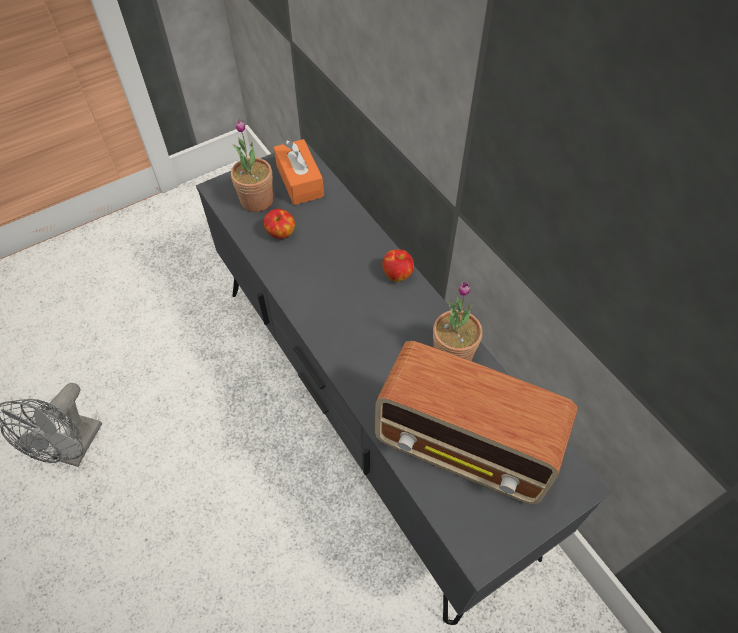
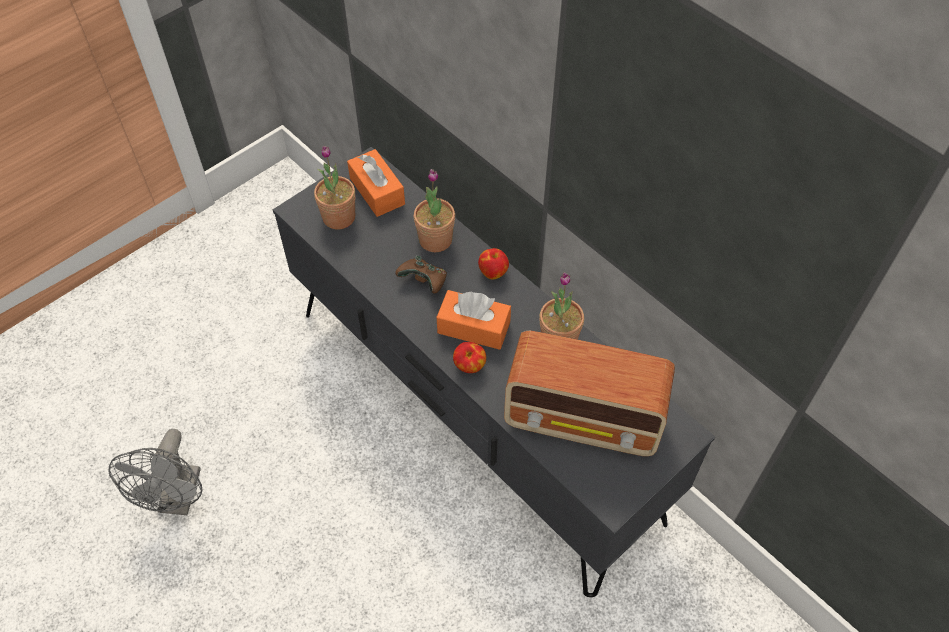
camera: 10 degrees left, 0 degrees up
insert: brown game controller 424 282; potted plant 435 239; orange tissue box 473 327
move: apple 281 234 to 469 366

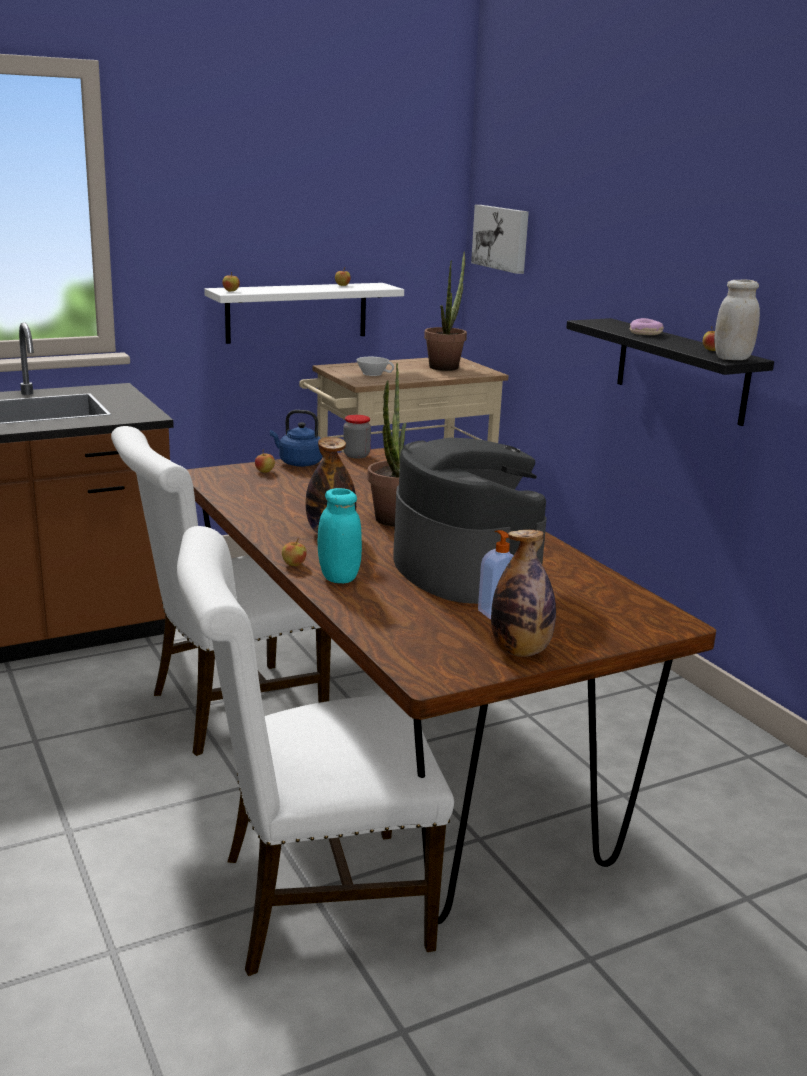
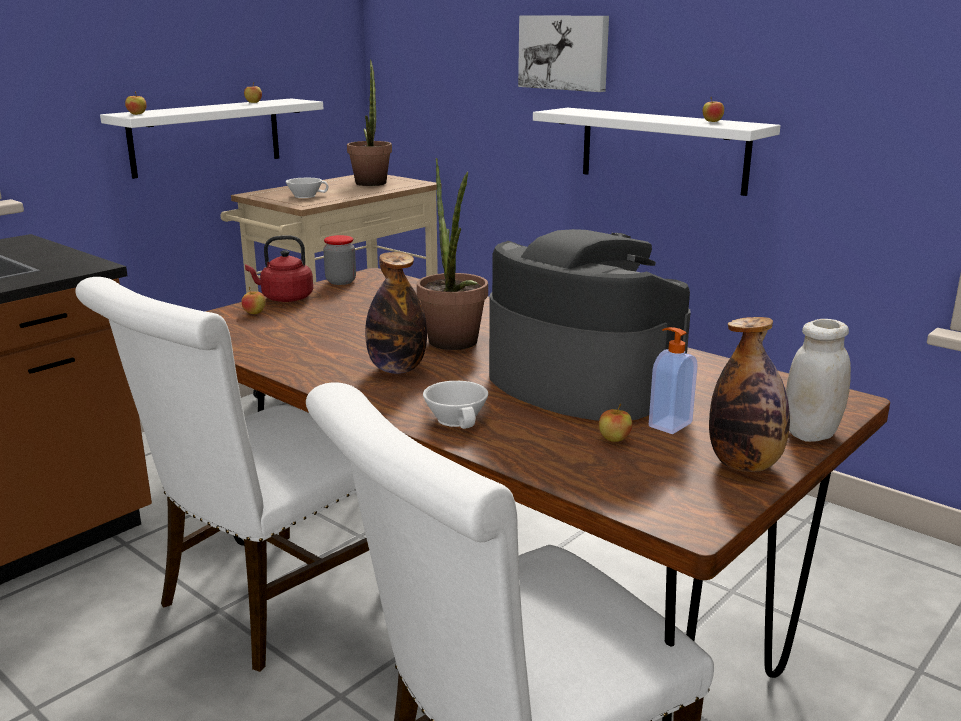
camera: 20 degrees left, 0 degrees up
delete: donut 645 333
move: picture 502 238 to 564 52; apple 294 564 to 614 439; white jar 732 358 to 811 434
replace: turquoise jar 339 577 to white cup 459 419
recolor: blue kettle 298 463 to red kettle 284 298; black shelf 681 370 to white shelf 662 150

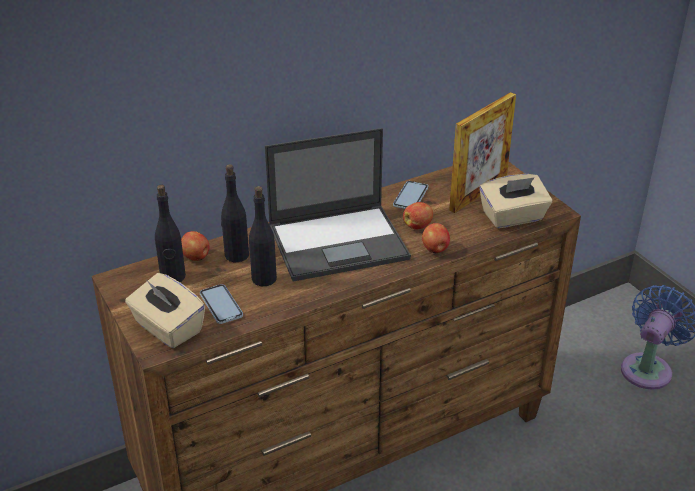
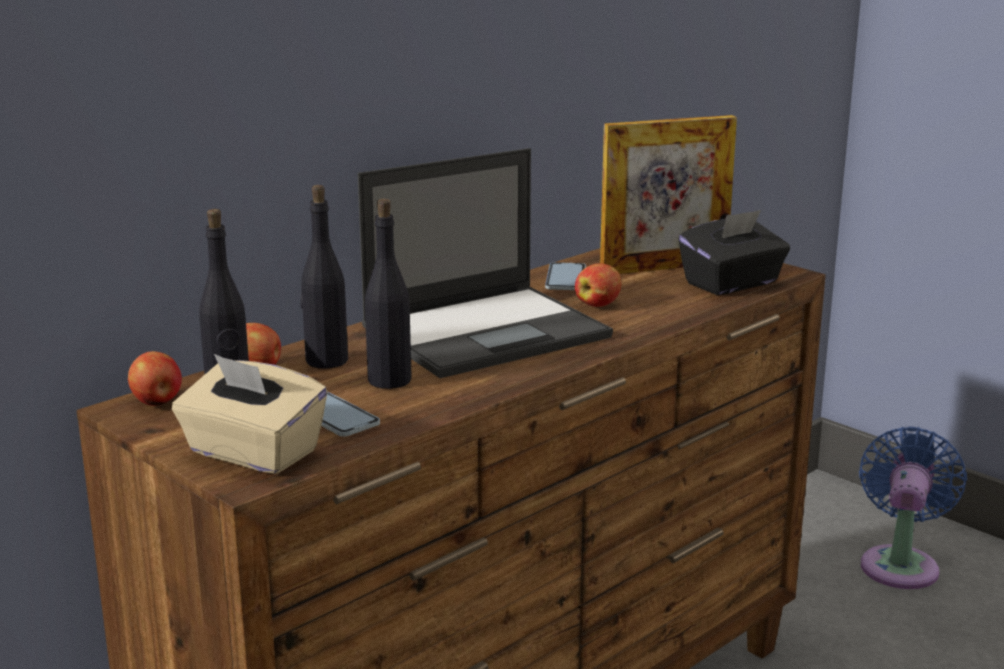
camera: 15 degrees left, 15 degrees down
move: apple 435 249 to 157 402
recolor: beige tissue box 513 217 to black tissue box 732 284
rotate: picture frame 478 194 = 664 267 45 degrees clockwise

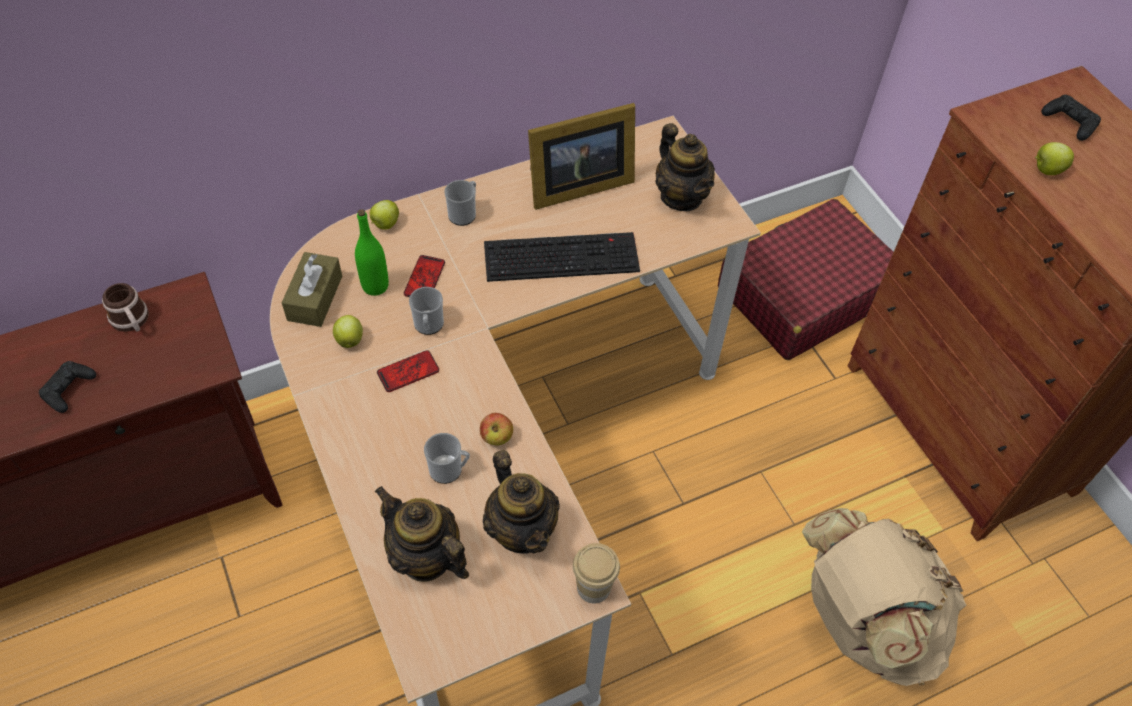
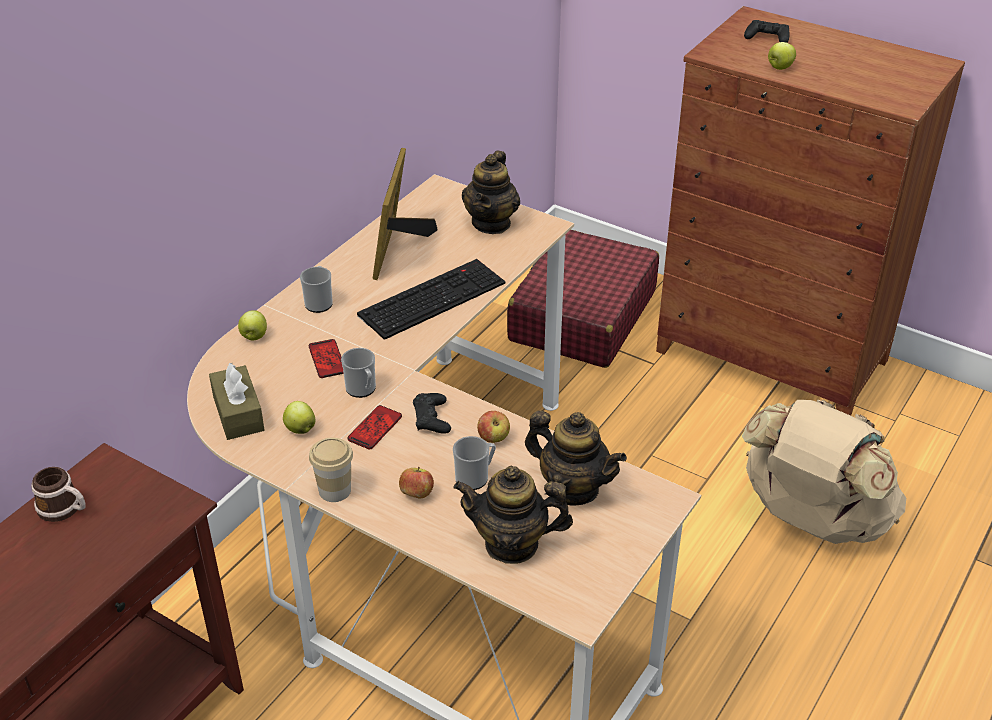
camera: 30 degrees left, 15 degrees down
delete: green bottle 375 286
insert: apple 417 494
move: cup 593 587 to 335 490; black game controller 68 389 to 431 418
rotate: picture frame 576 186 = 398 248 150 degrees clockwise; teapot 681 197 = 491 223 75 degrees clockwise

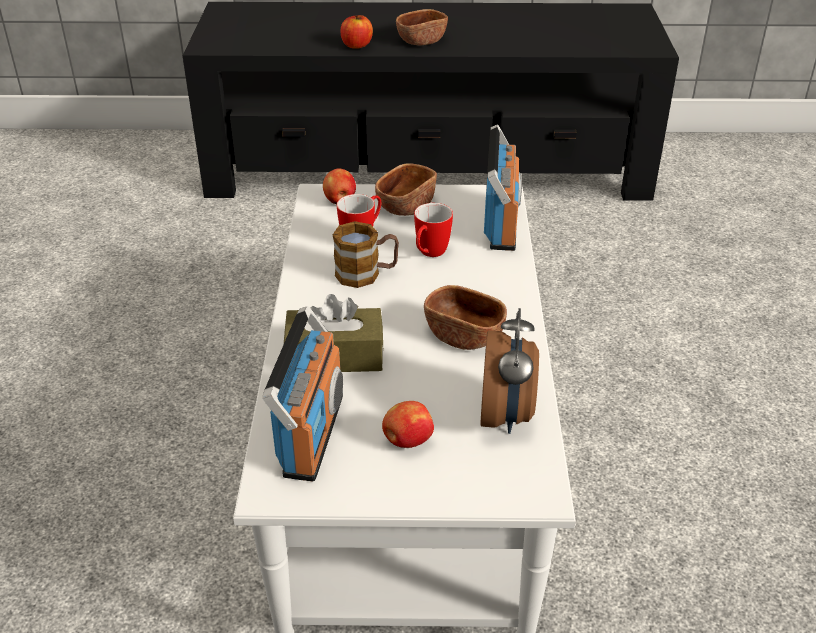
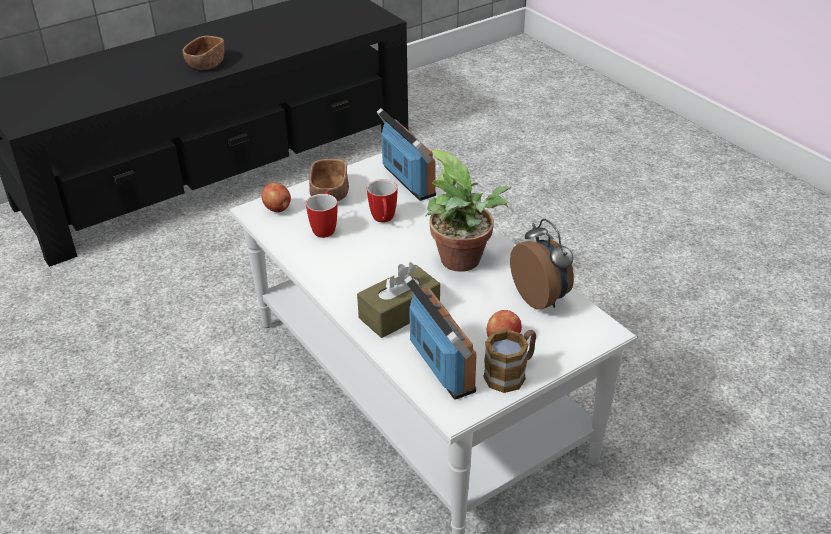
camera: 35 degrees left, 0 degrees up
delete: apple 356 45
move: mug 366 274 to 511 373
replace: brown bowl 464 335 to potted plant 464 262

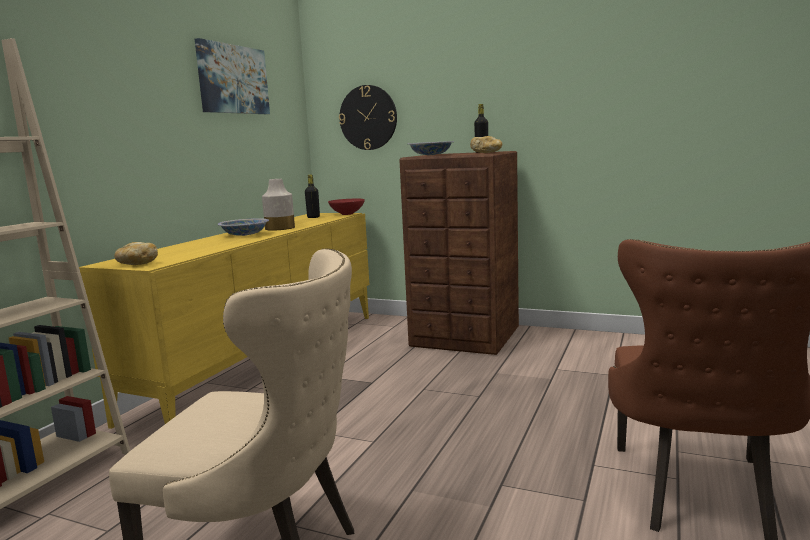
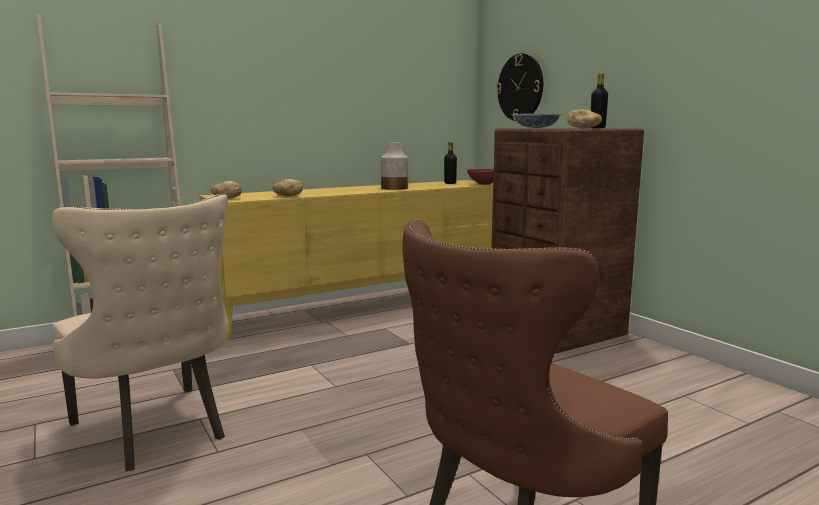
camera: 35 degrees right, 0 degrees up
delete: picture 233 79; bowl 244 235
insert: bread 287 195

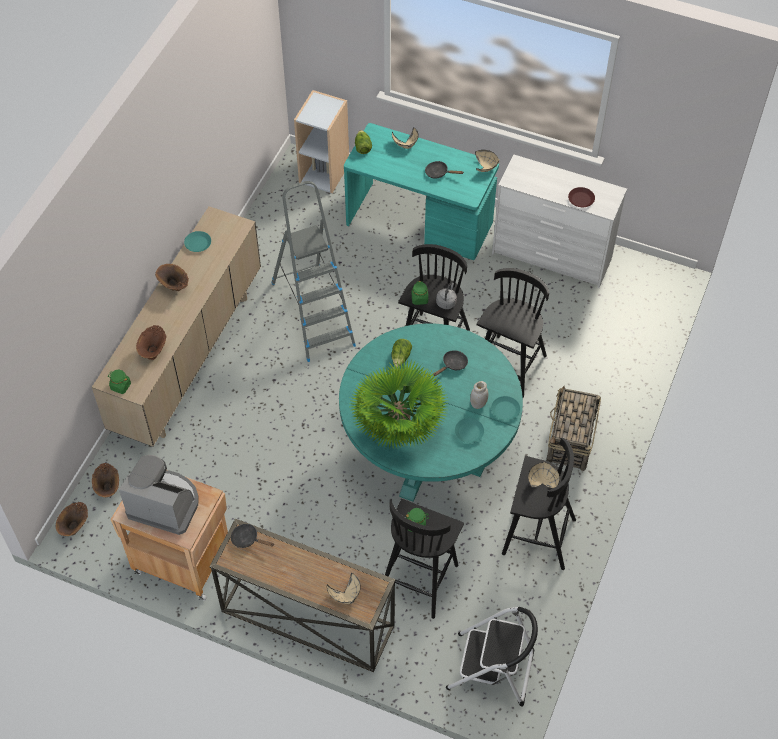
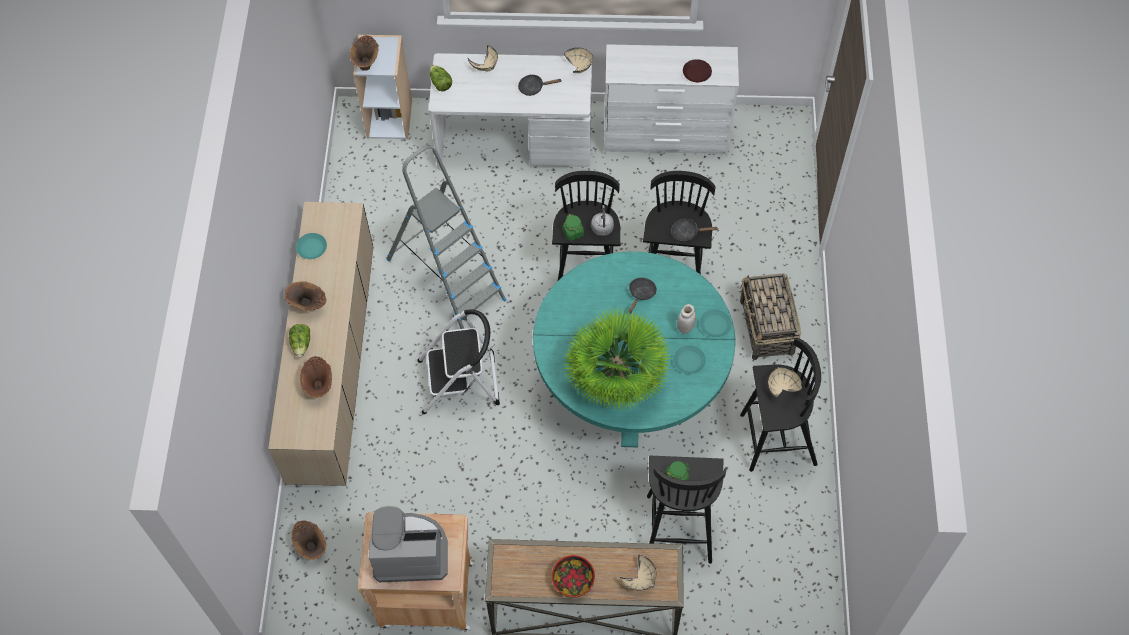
camera: 20 degrees left, 5 degrees up
delete: green jar 120 386
insert: bowl 573 580
move: lettuce 401 357 to 301 344; brown vase 75 527 to 367 63; step ladder 493 670 to 461 382; black frying pan 247 539 to 687 233
recolor: turquoise desk 420 222 to white desk 515 143

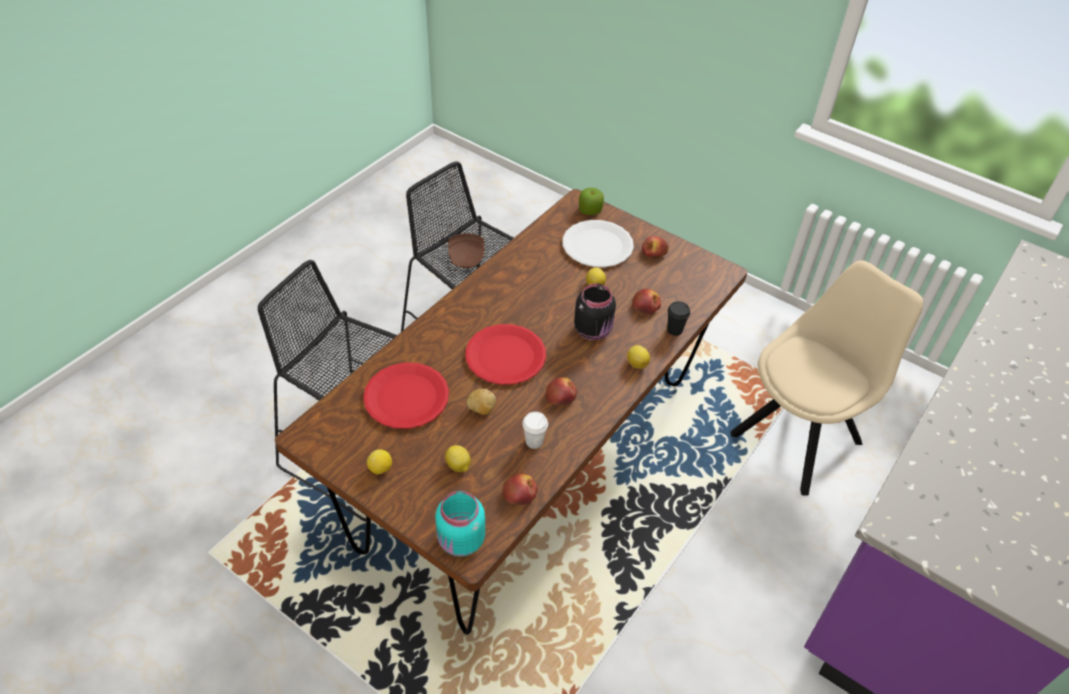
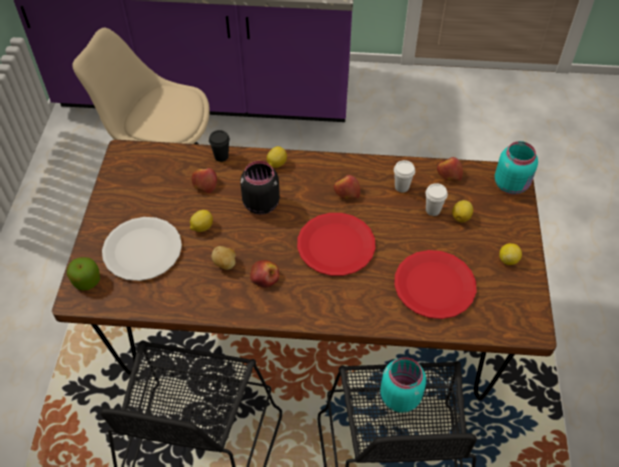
camera: 120 degrees left, 5 degrees up
delete: brown plate 467 258
insert: turquoise jar 400 395; white cup 433 210
move: potato 481 409 to 225 264; apple 654 253 to 265 277

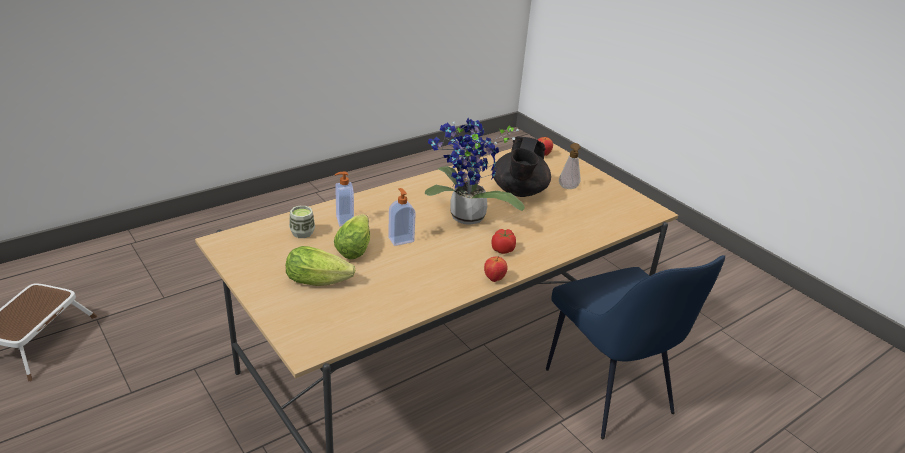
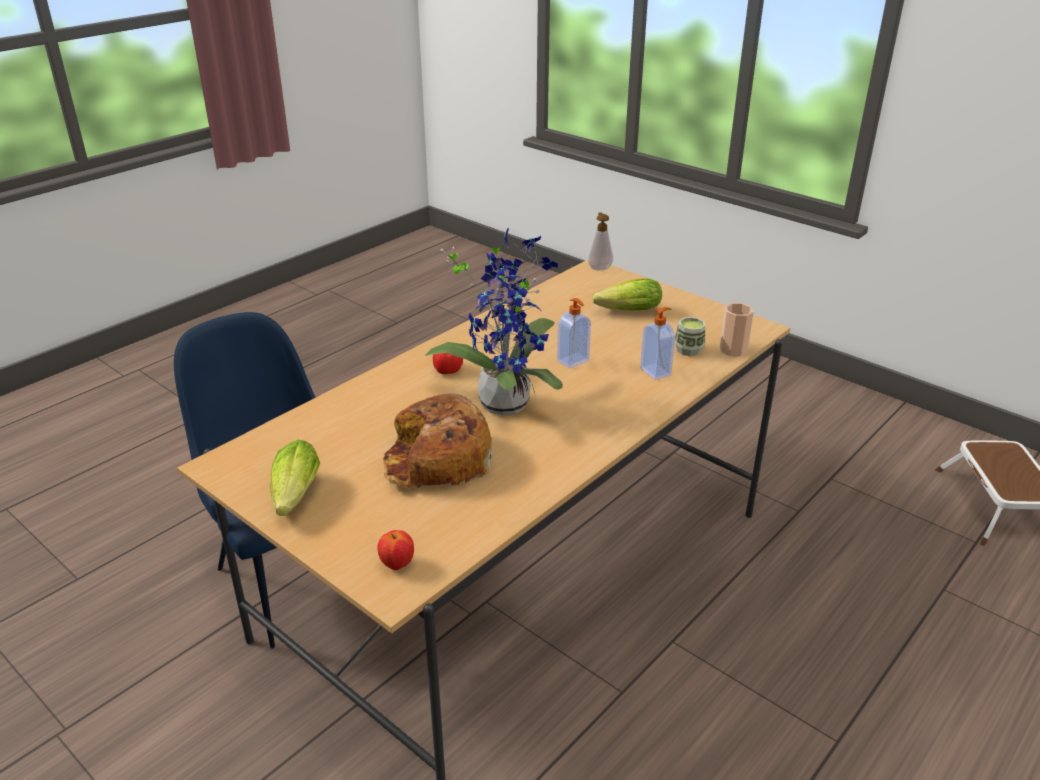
camera: 170 degrees right, 0 degrees up
delete: apple 494 279
insert: cup 733 349
move: lettuce 355 246 to 294 499; soap dispenser 568 188 to 599 268
replace: black teapot 519 192 to bread 436 460

